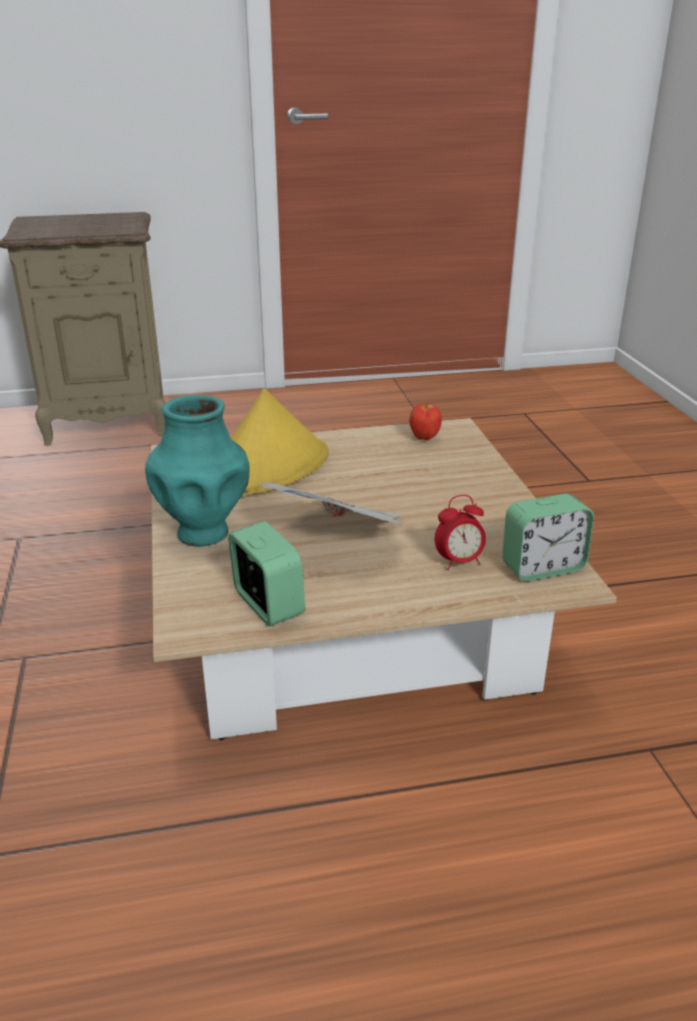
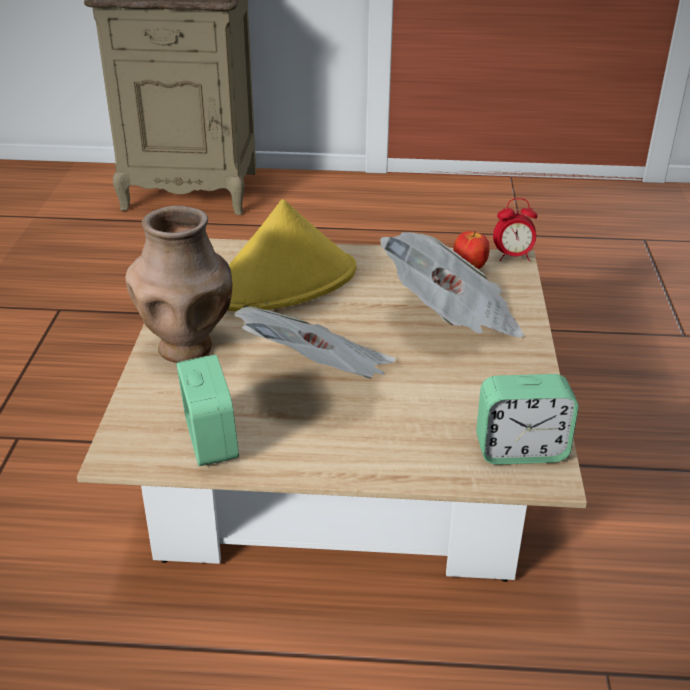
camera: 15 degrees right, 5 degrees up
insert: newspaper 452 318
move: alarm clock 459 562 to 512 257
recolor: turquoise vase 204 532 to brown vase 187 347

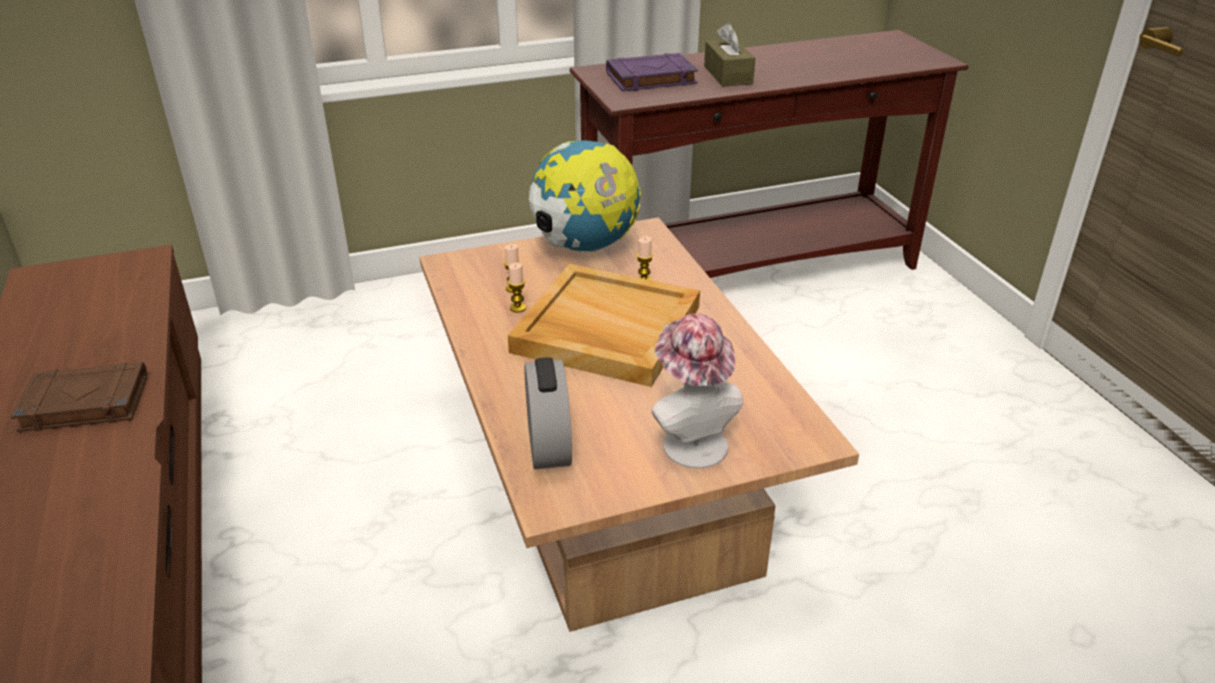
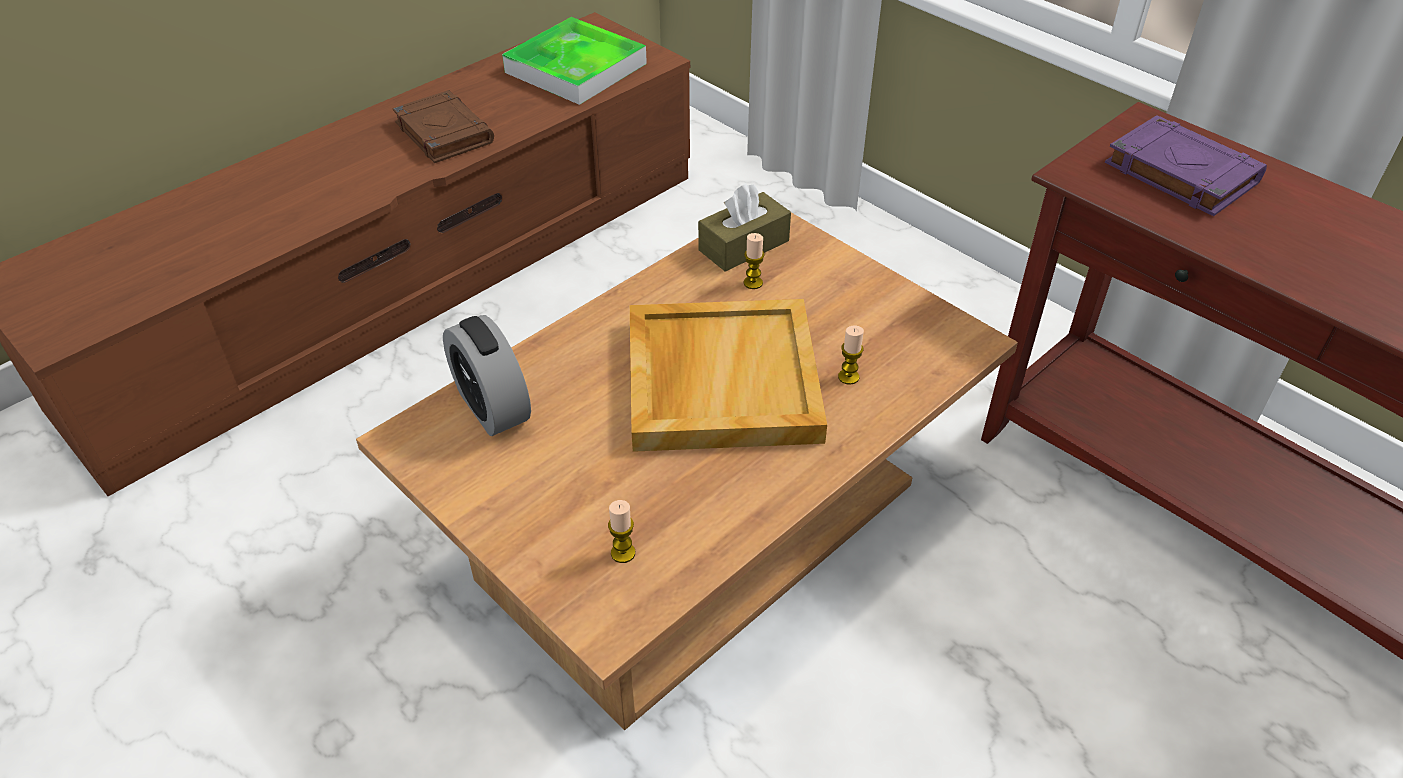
camera: 65 degrees right, 10 degrees up
delete: globe 584 247; hat 690 441
insert: tray 576 68
move: candle 518 308 to 623 553; brown tissue box 728 75 to 744 245
rotate: alarm clock 549 445 = 492 407 90 degrees clockwise

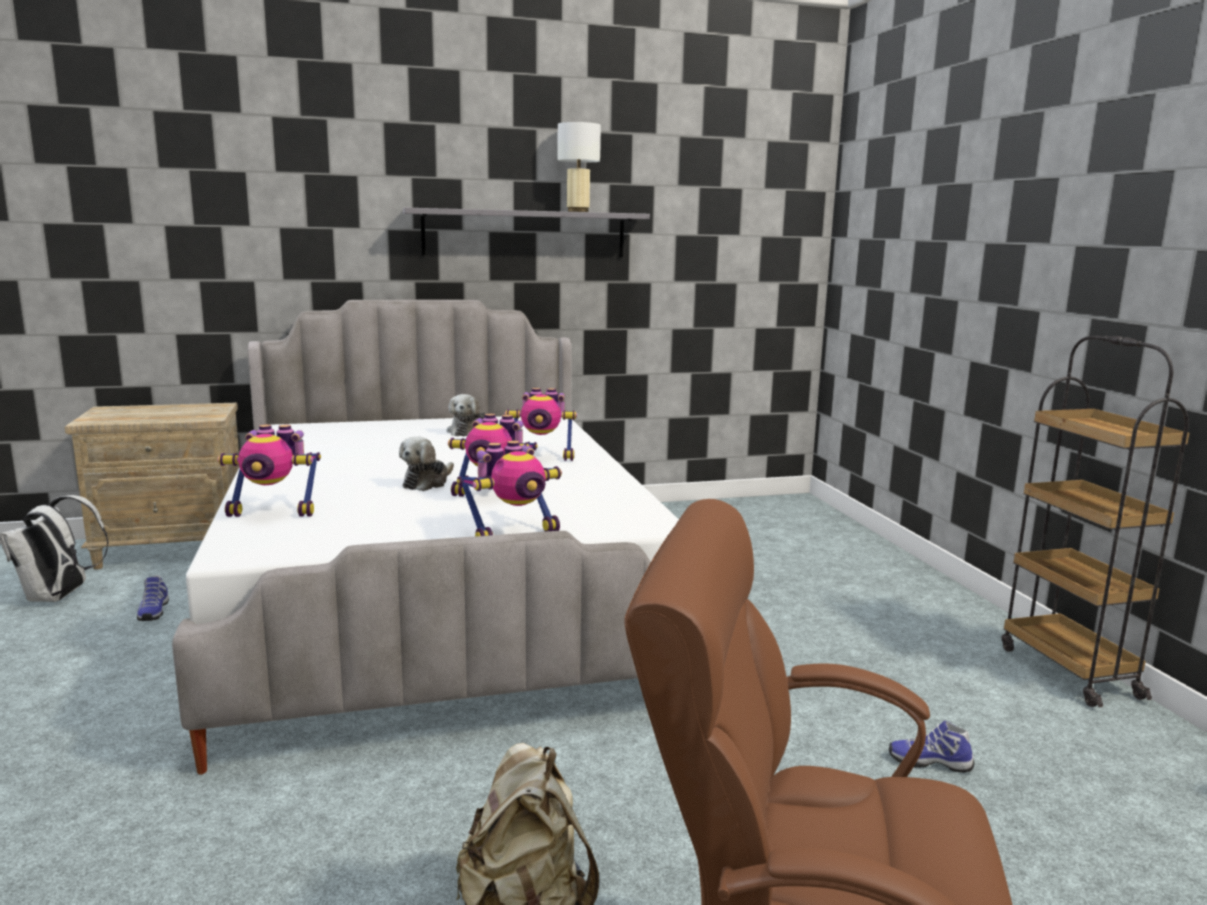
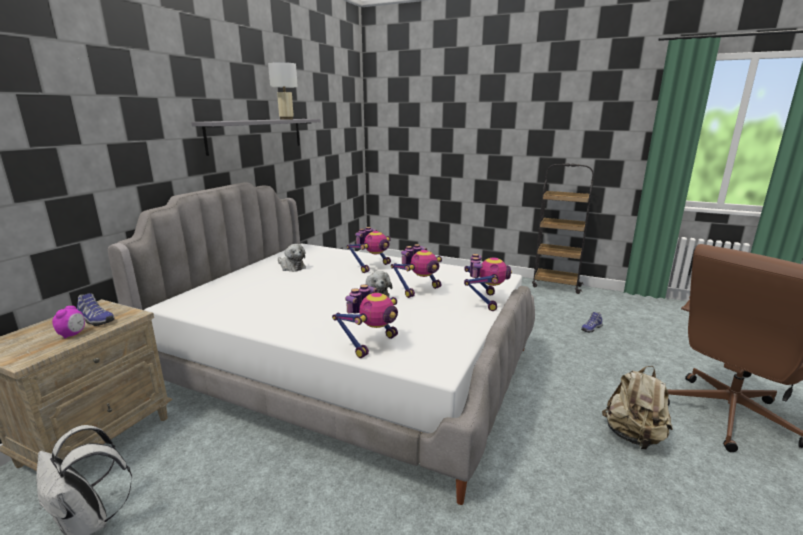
camera: 50 degrees left, 5 degrees up
insert: alarm clock 73 334
move: shoe 153 612 to 95 320

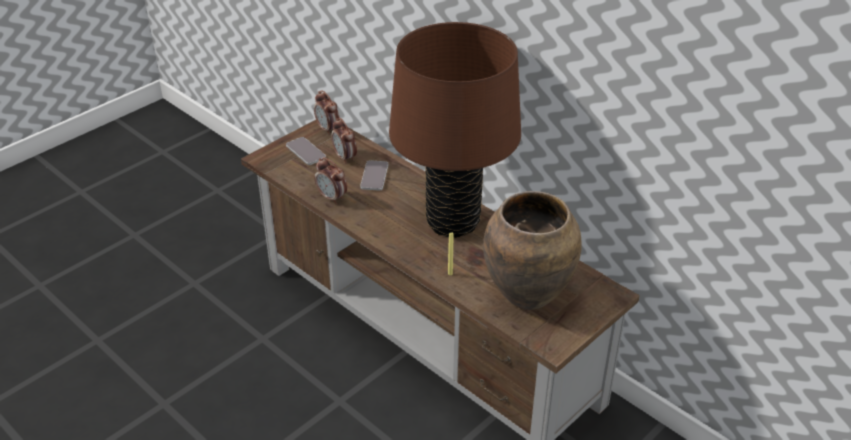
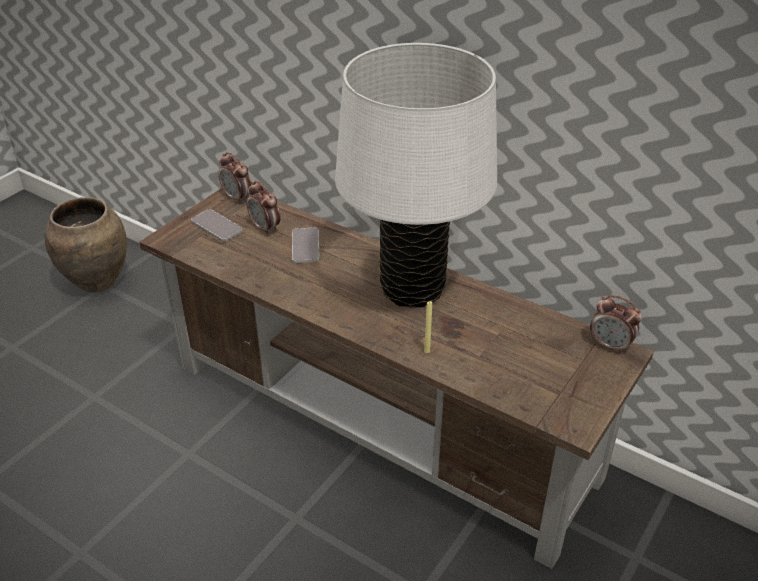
camera: 10 degrees left, 0 degrees up
move: brown vase 529 294 to 98 282; alarm clock 332 198 to 610 345
recolor: brown table lamp 452 222 to white table lamp 412 289

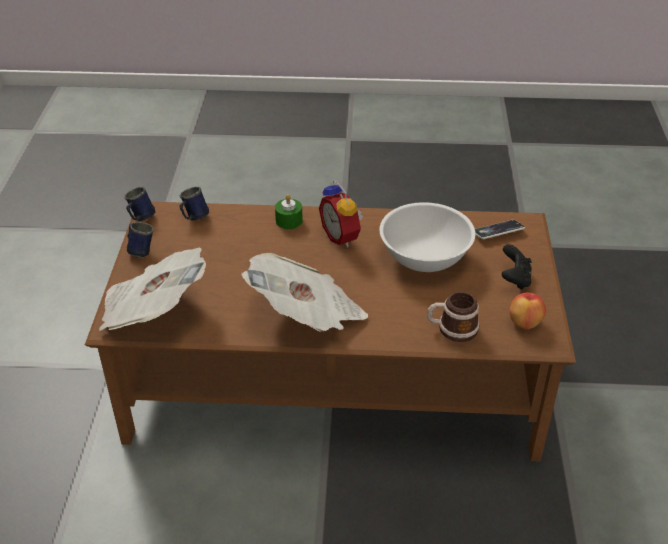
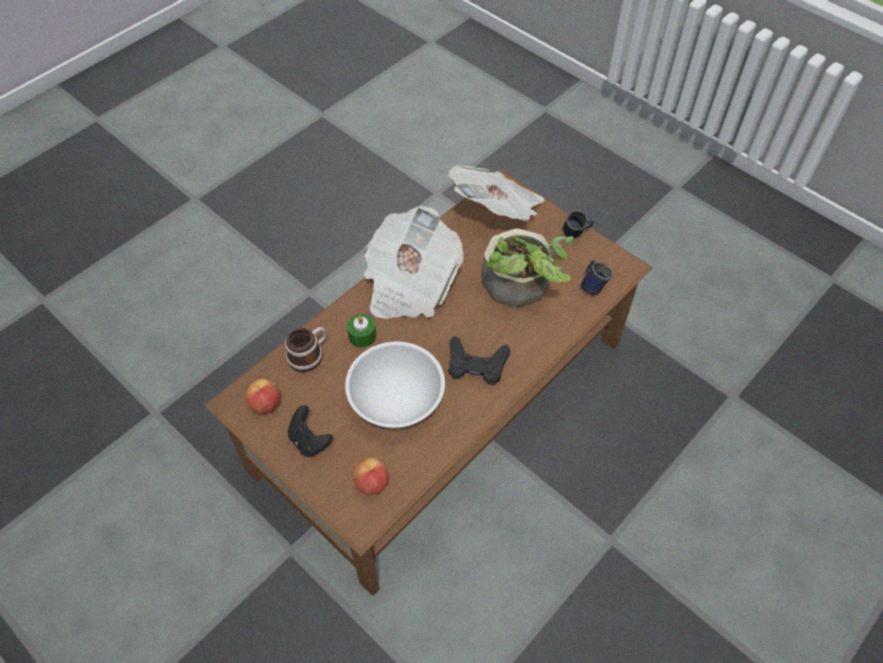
camera: 130 degrees right, 15 degrees up
delete: blue mug 140 218
insert: potted plant 521 288
move: green candle 289 221 to 362 335
replace: phone 497 232 to apple 372 483; alarm clock 342 237 to black game controller 476 365

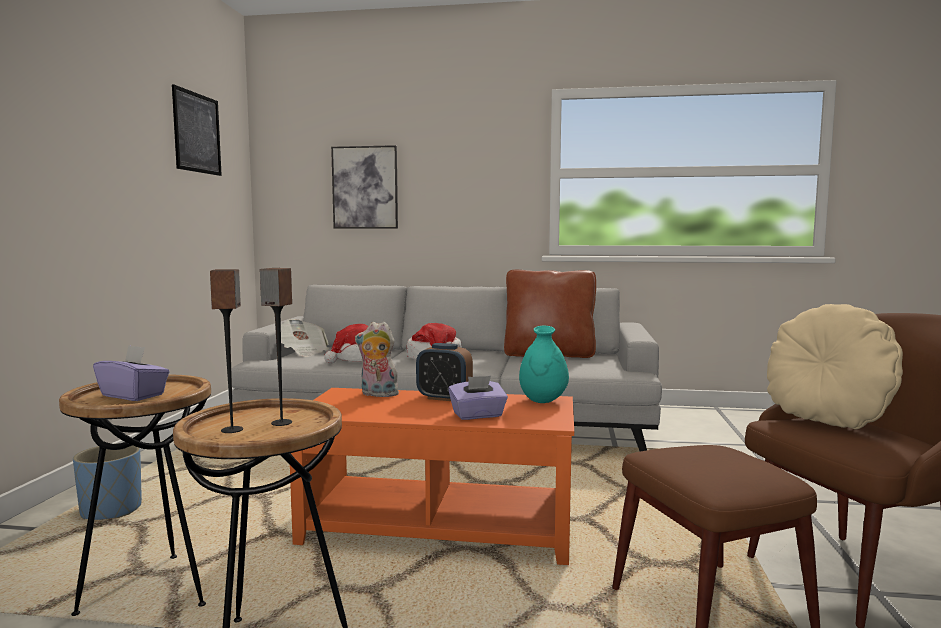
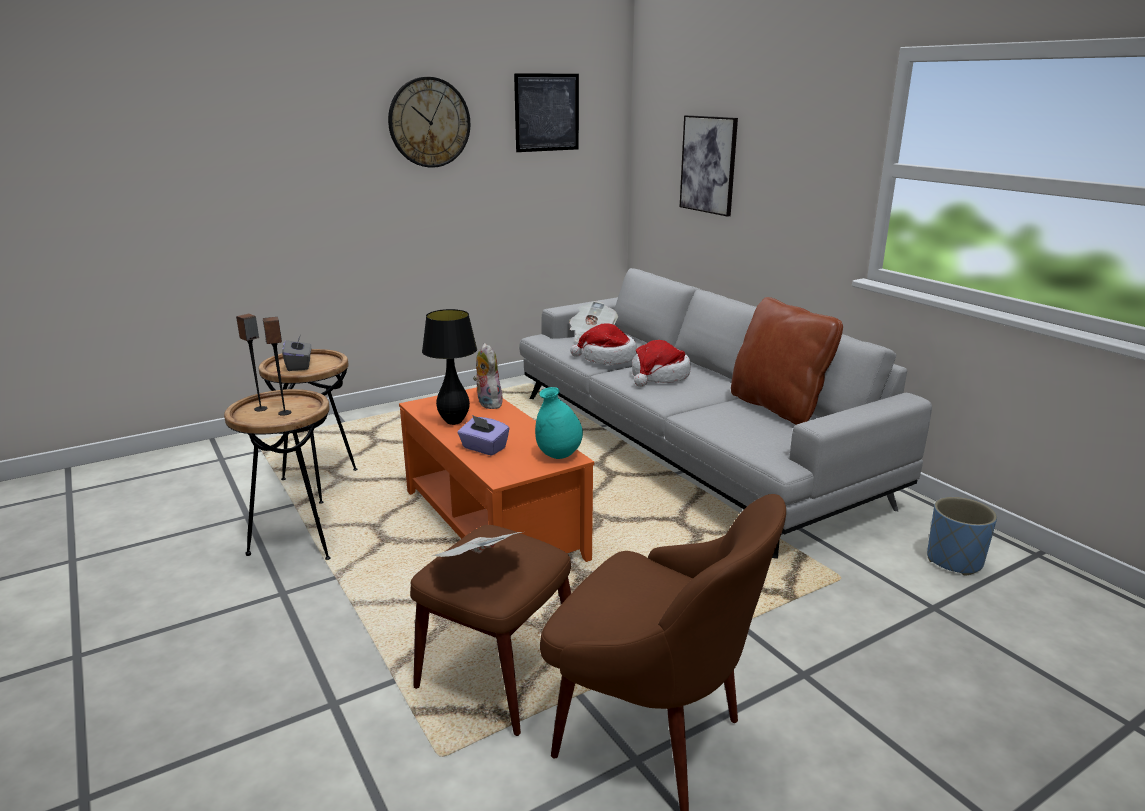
camera: 50 degrees right, 15 degrees up
delete: alarm clock 444 398; beige pillow 826 421
insert: wall clock 429 122; black table lamp 454 422; newspaper 478 566
move: blue planter 111 510 to 954 561
recolor: purple tissue box 134 395 to grey tissue box 299 365

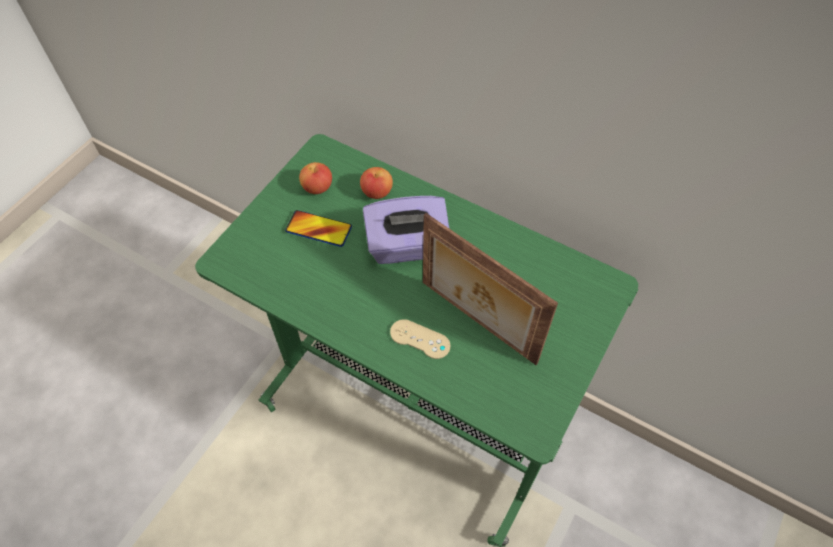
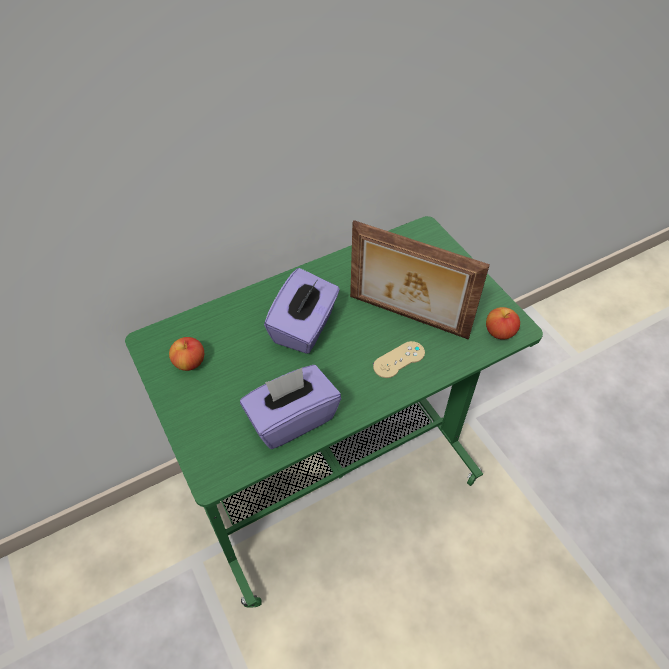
camera: 60 degrees left, 5 degrees down
delete: phone 318 229
insert: purple tissue box 291 418
move: apple 377 192 to 499 332
rotate: picture frame 476 323 = 407 318 45 degrees clockwise

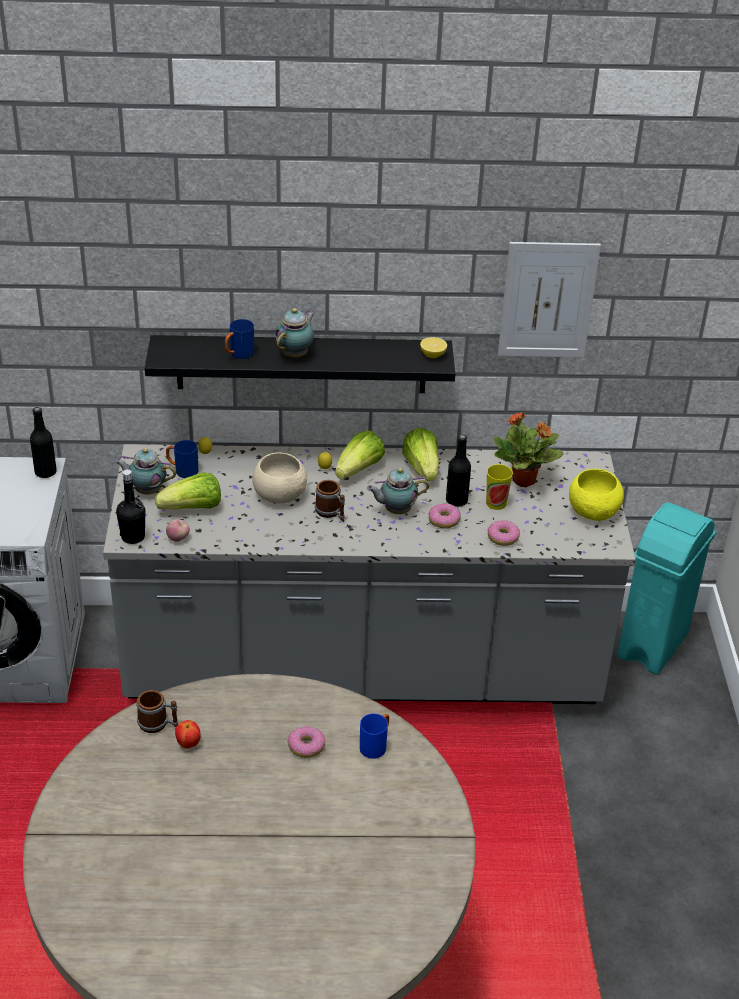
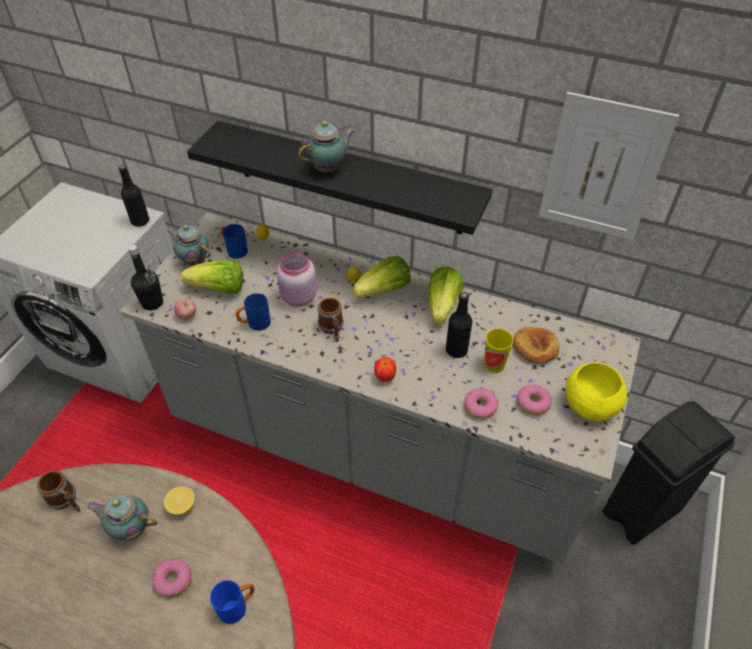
camera: 25 degrees right, 10 degrees up
move: teapot 395 510 to 130 528; lemon 433 355 to 182 506; blue mug 238 355 to 255 324; apple 188 744 to 385 377; donut 444 520 to 533 403
replace: beige bowl 279 496 to pink jar 298 298; potted plant 524 481 to bread 535 347
recolor: turquoise trash can 653 645 to black trash can 642 511

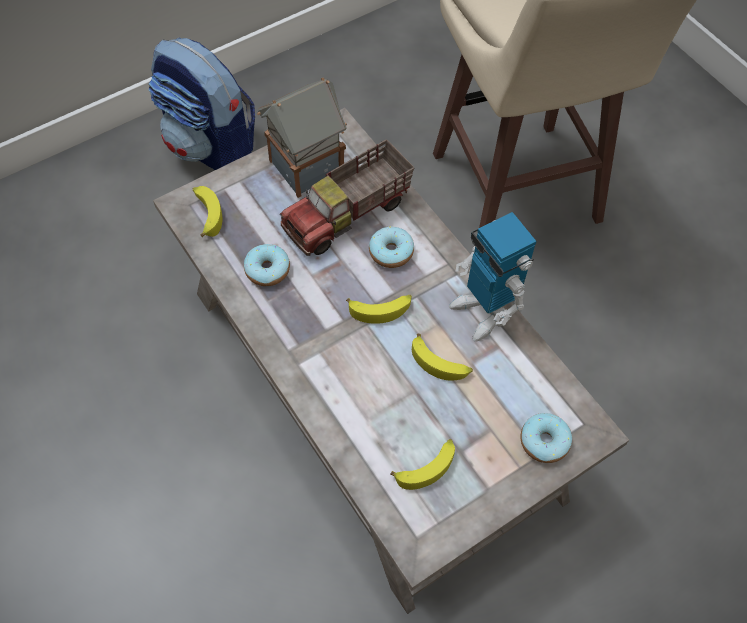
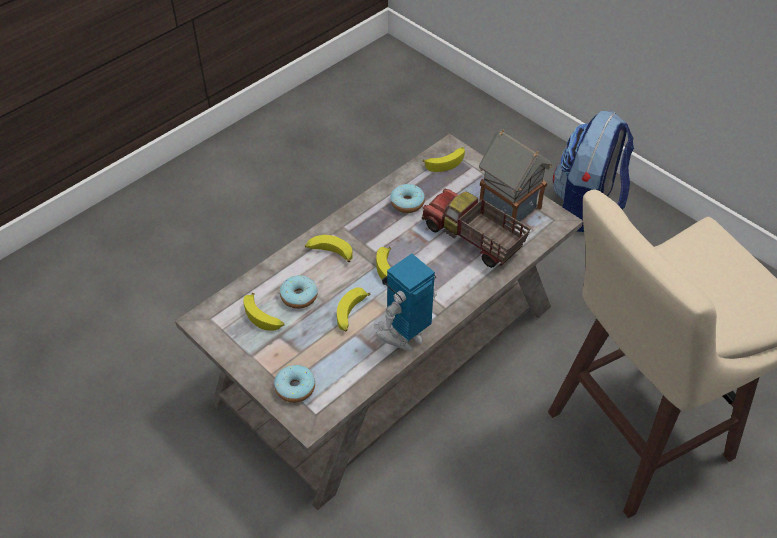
camera: 80 degrees right, 10 degrees down
insert: banana 329 253
move: donut 391 252 to 299 296

